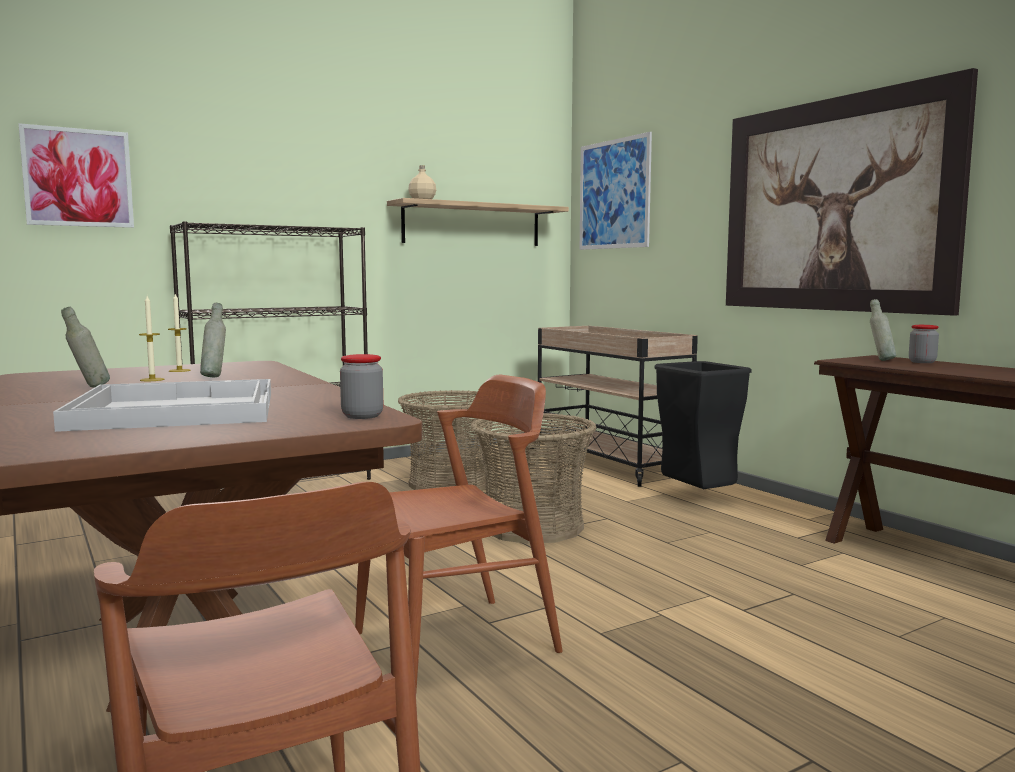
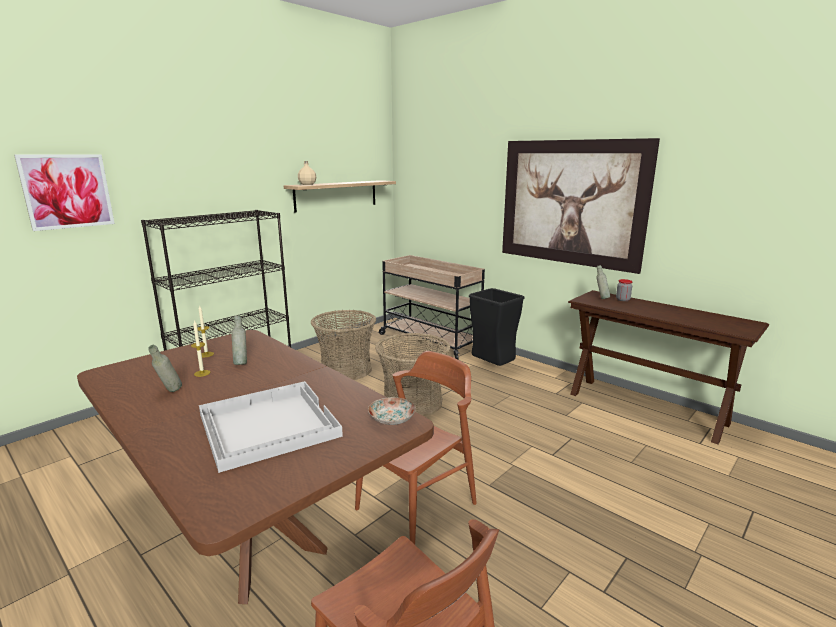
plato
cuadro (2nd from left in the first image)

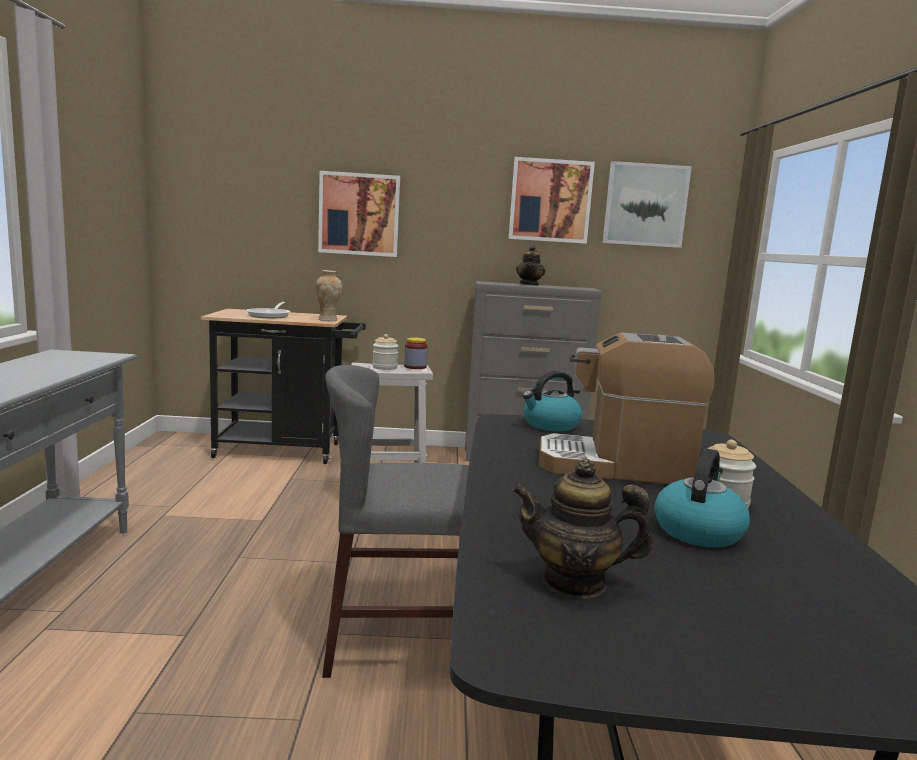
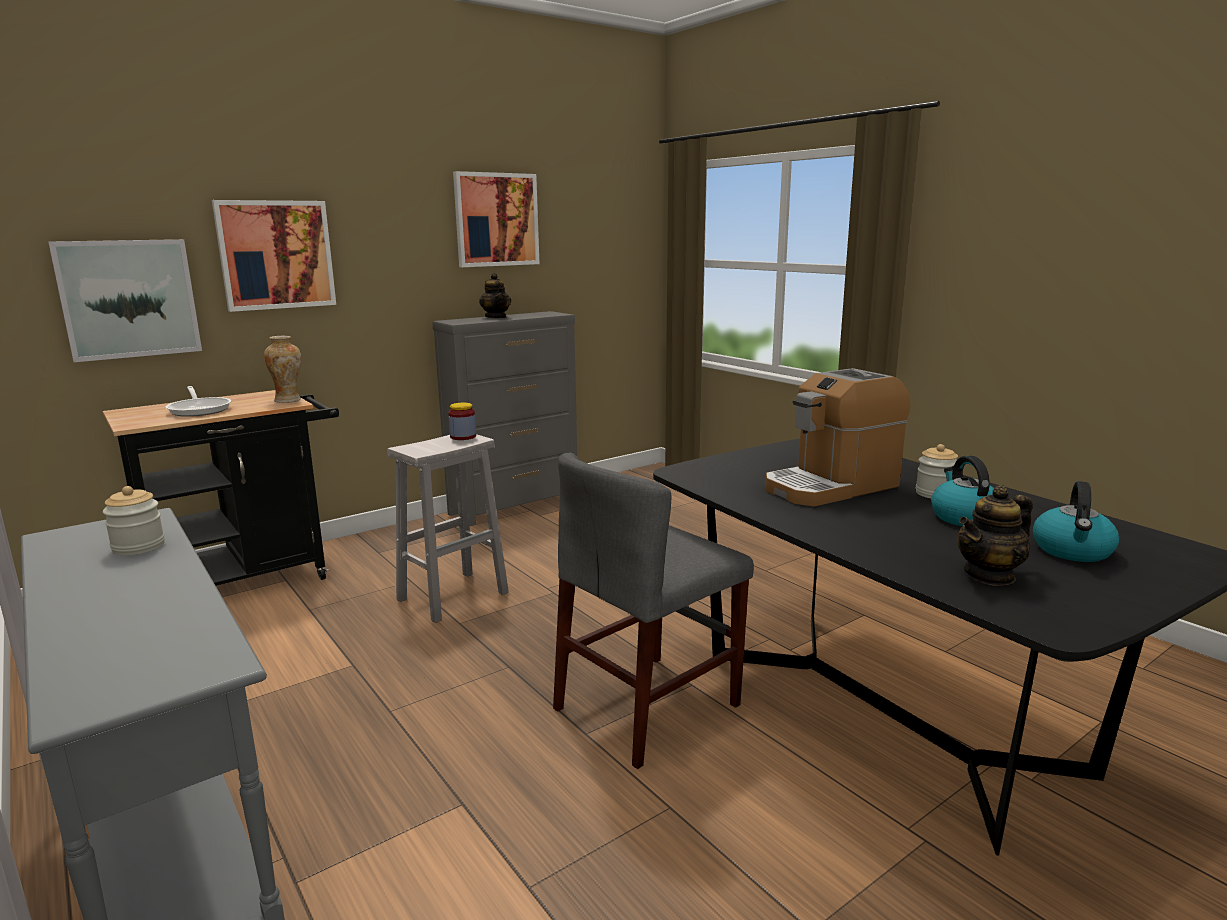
cuadro (1st from left)
tarro (1st from left)
hervidor (2nd from left)

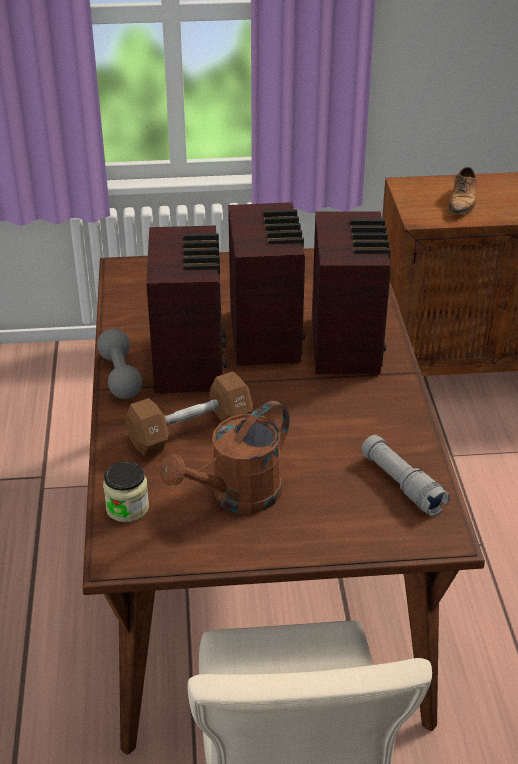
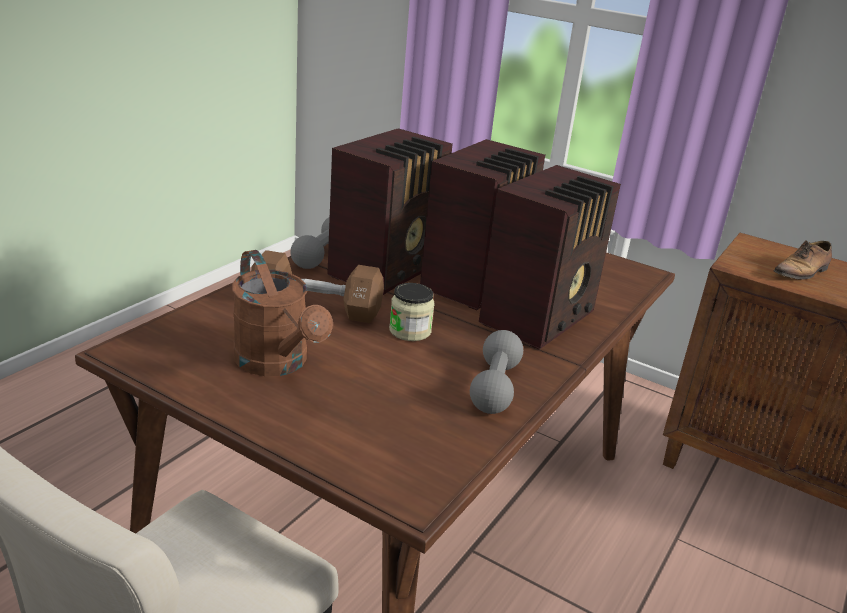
regadera [marrón]
tarro
mancuerna [gris] (2nd from left)
linterna [gris]

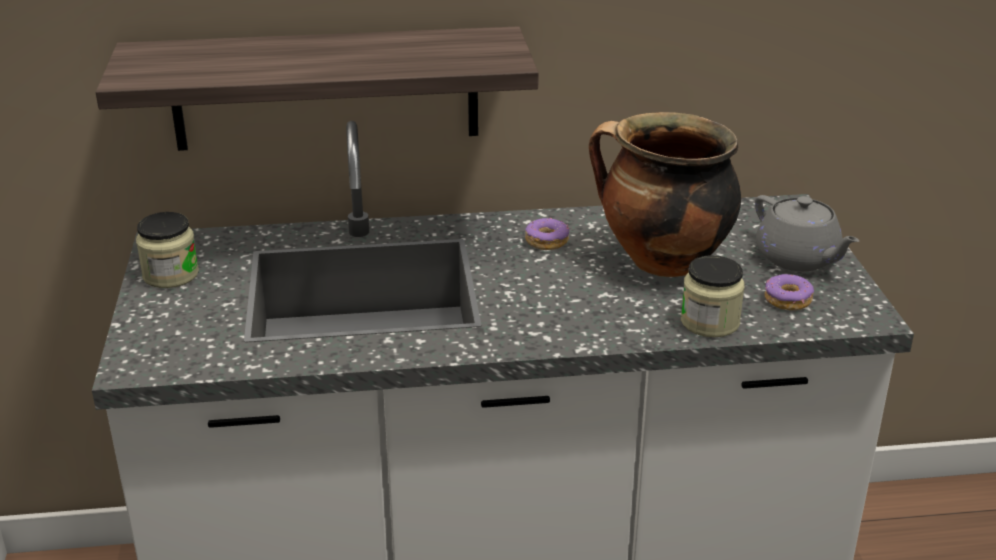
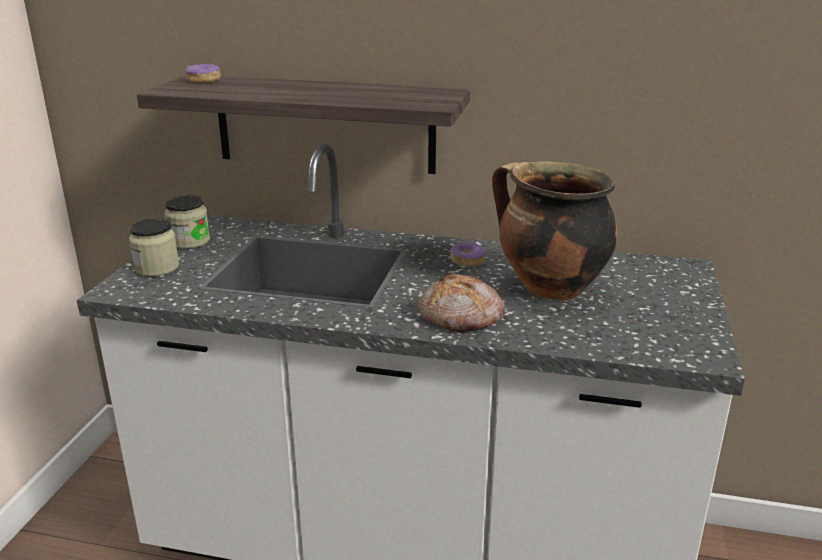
tarro (1st from left)
rosquilla (1st from left)
pan
tetera [gris]

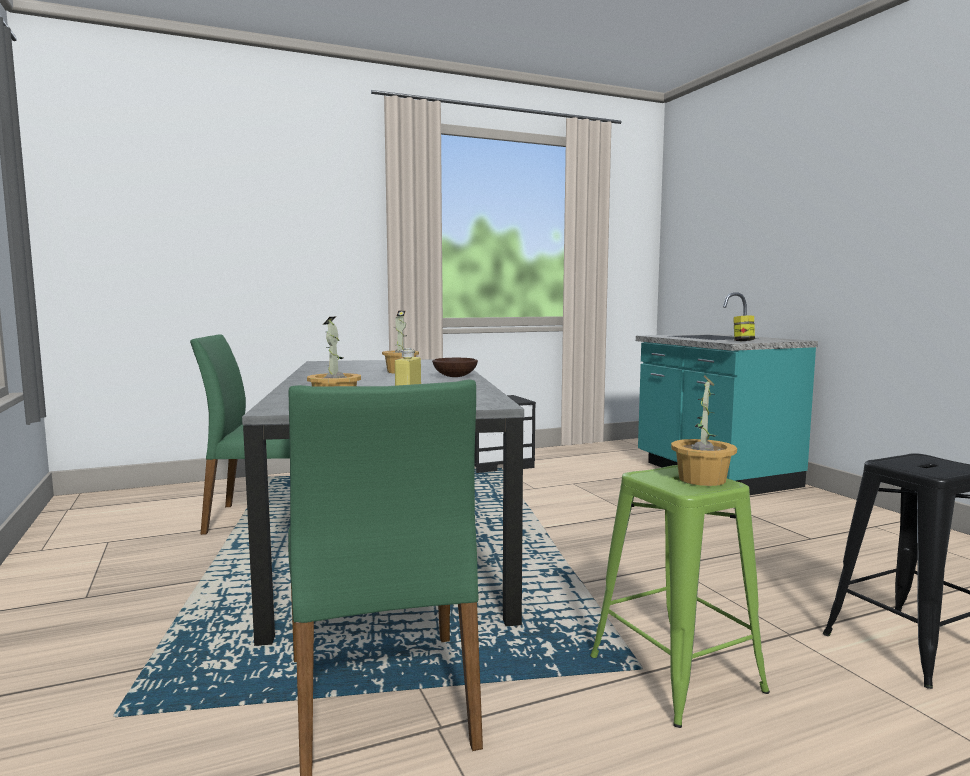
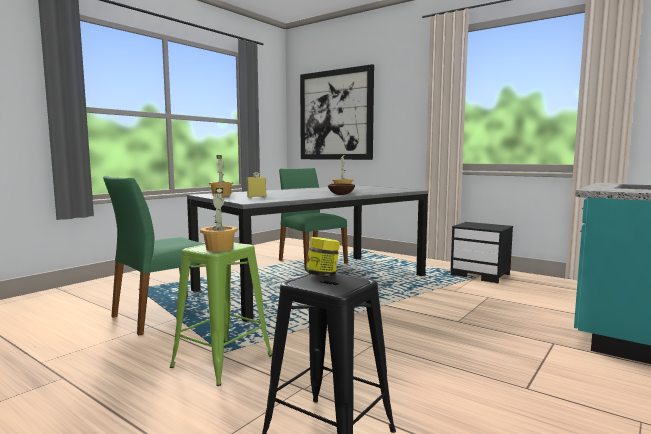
cuadro
tarro

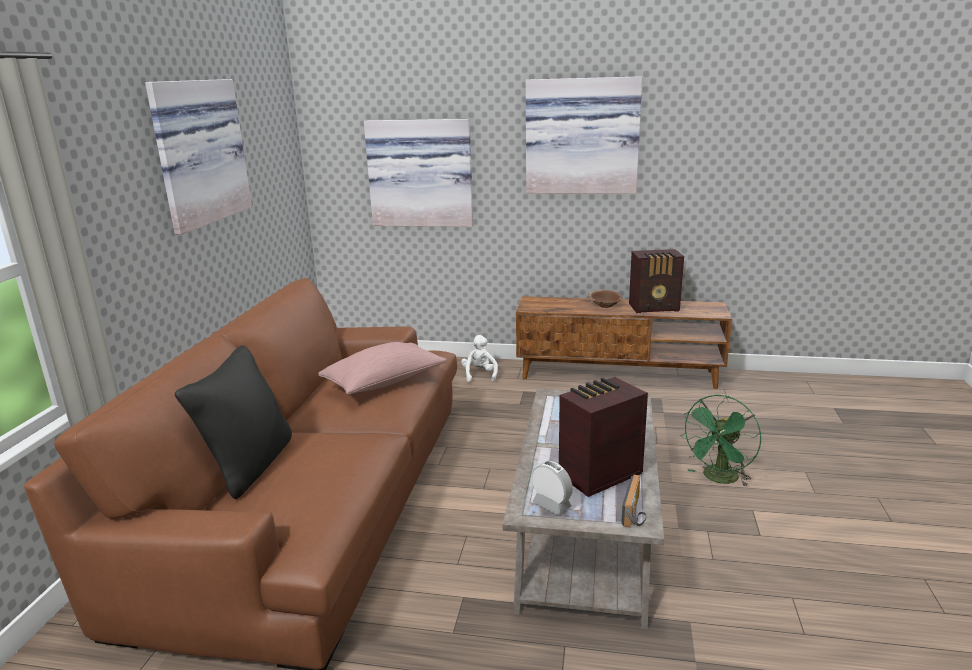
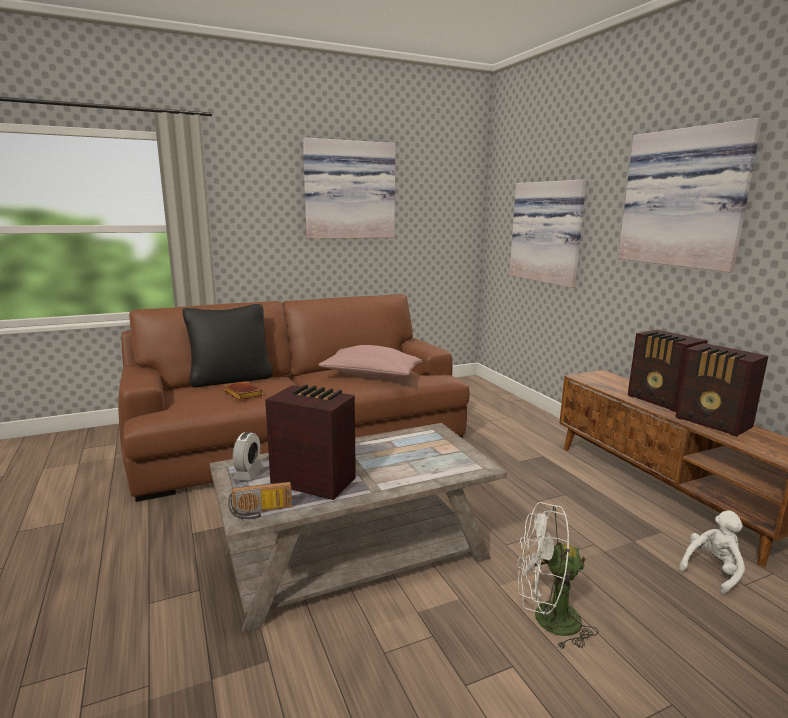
libro [marrón]
ventilador [blanco]
radio (3rd from left)
peluche [blanco]

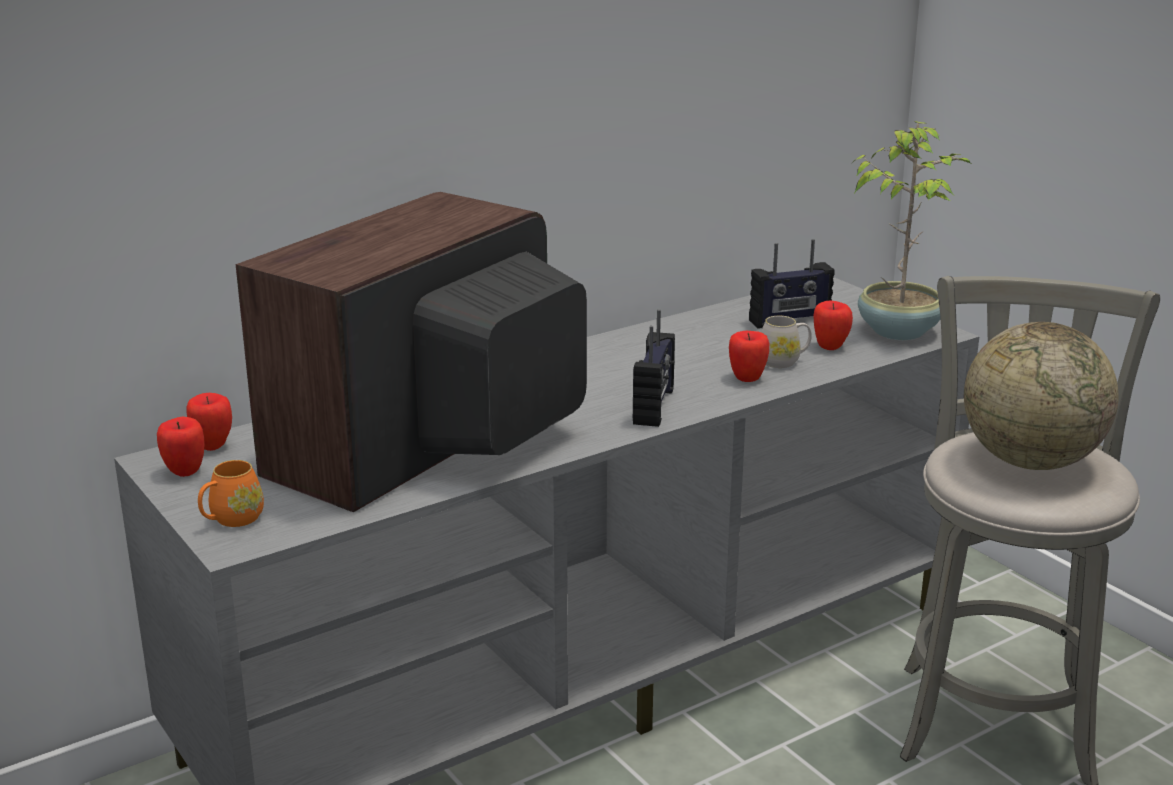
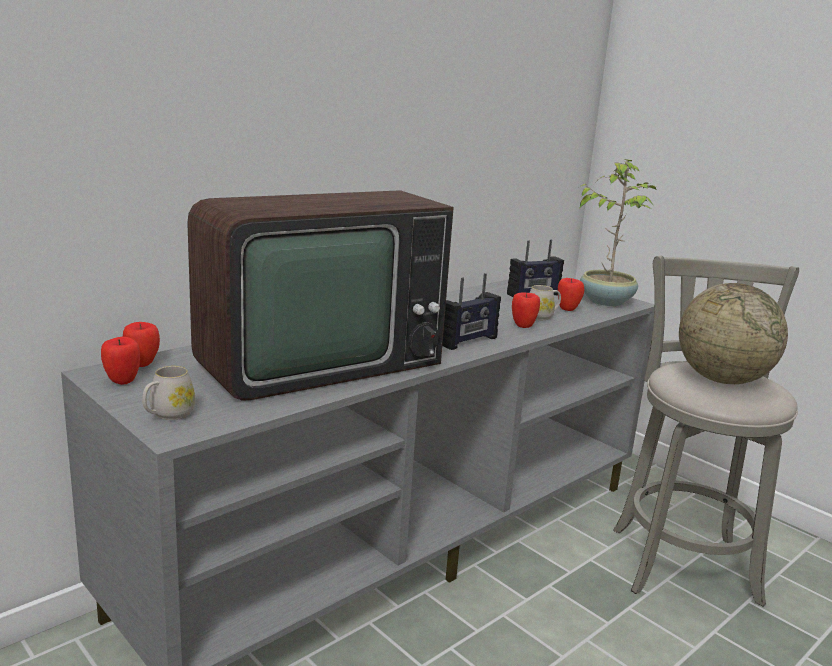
taza grande [blanco] (1st from left)
televisor
radio (1st from left)

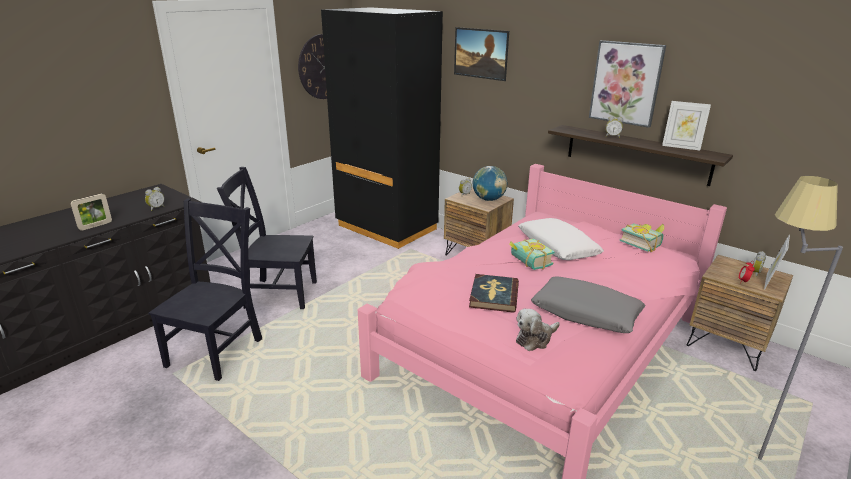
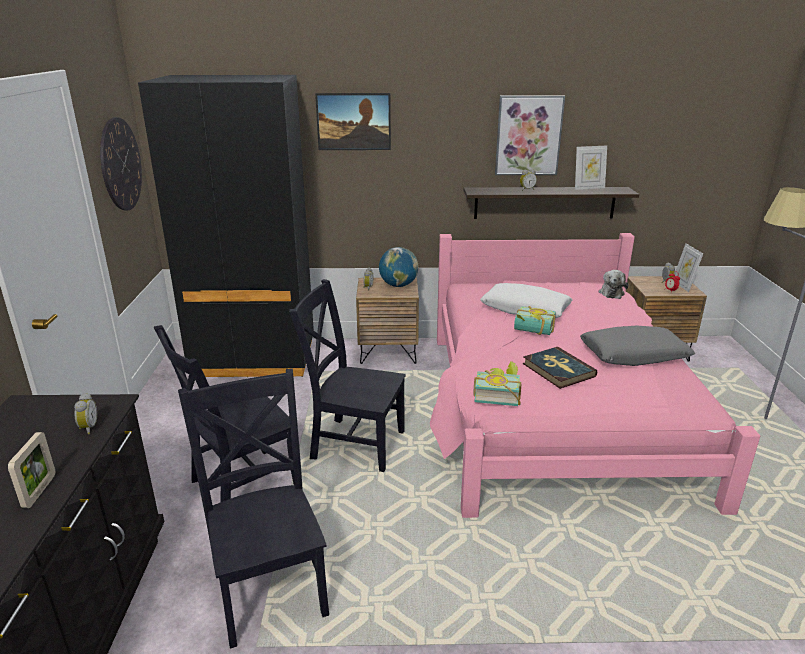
silla [negro] (3rd from left)
libro (1st from left)
peluche

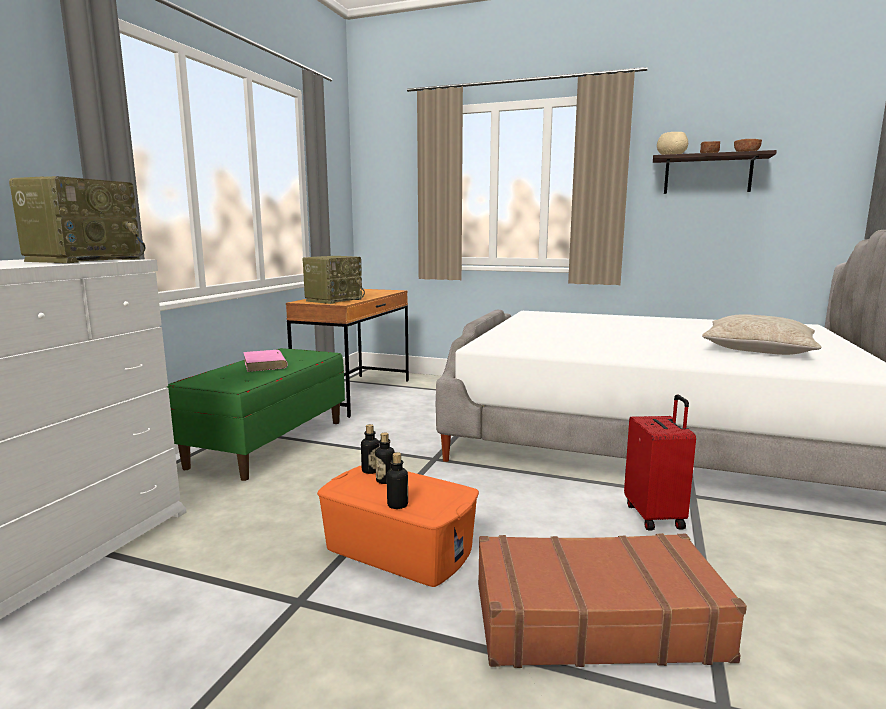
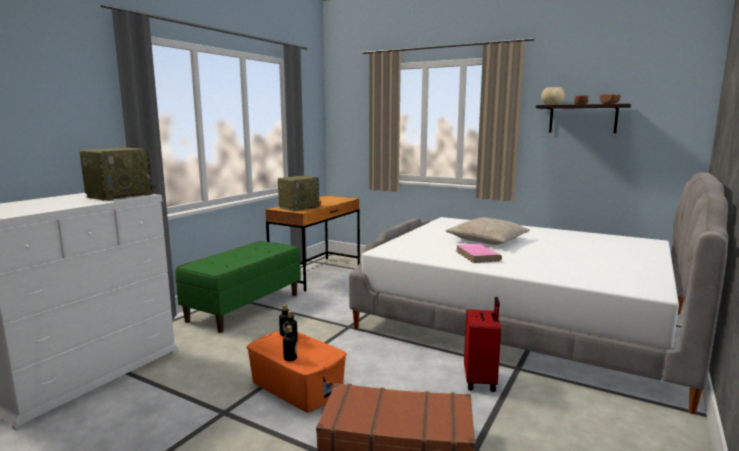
cojín [beis]
libro [rosa]

